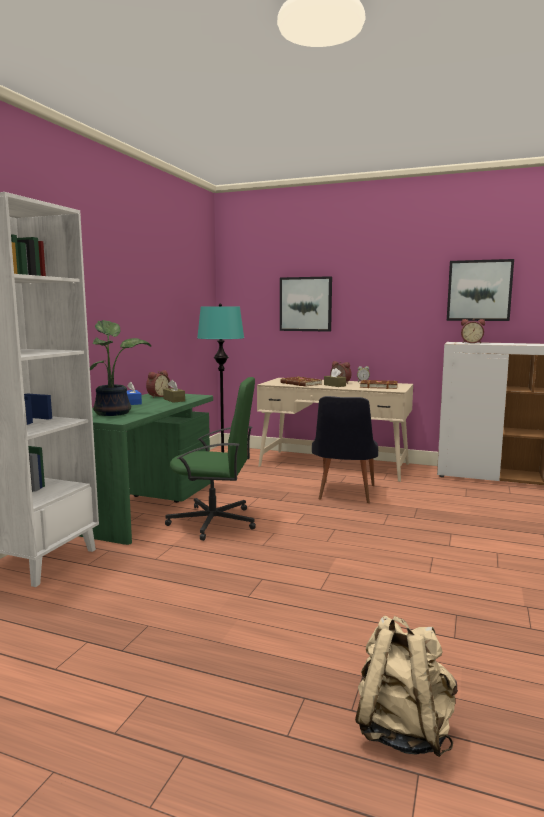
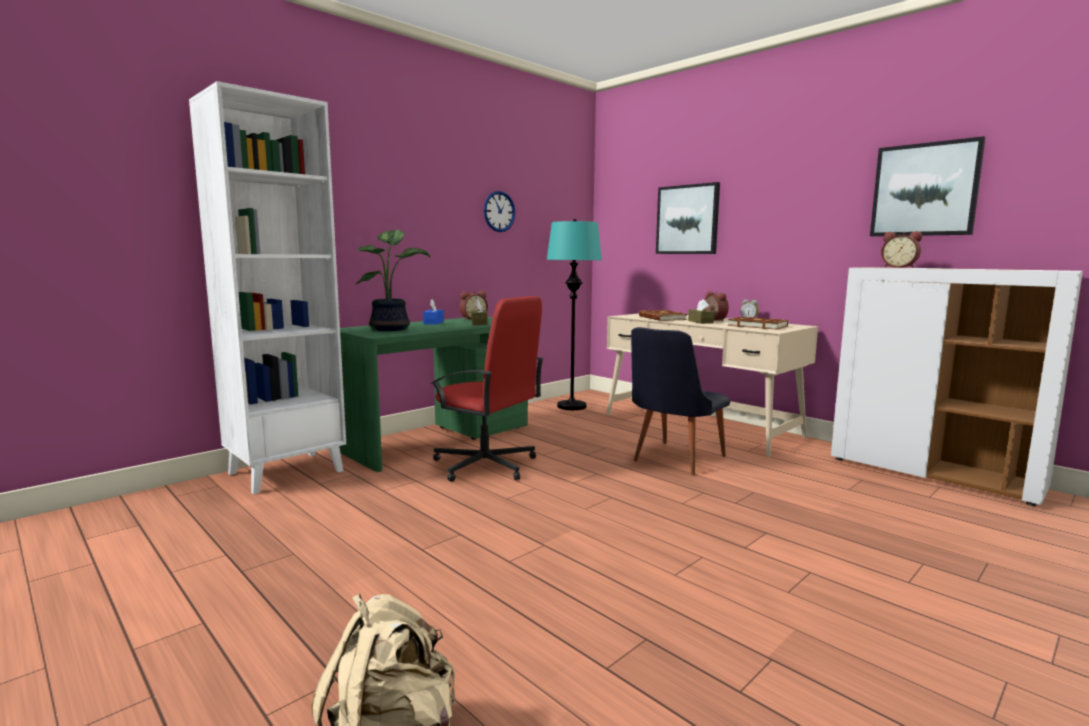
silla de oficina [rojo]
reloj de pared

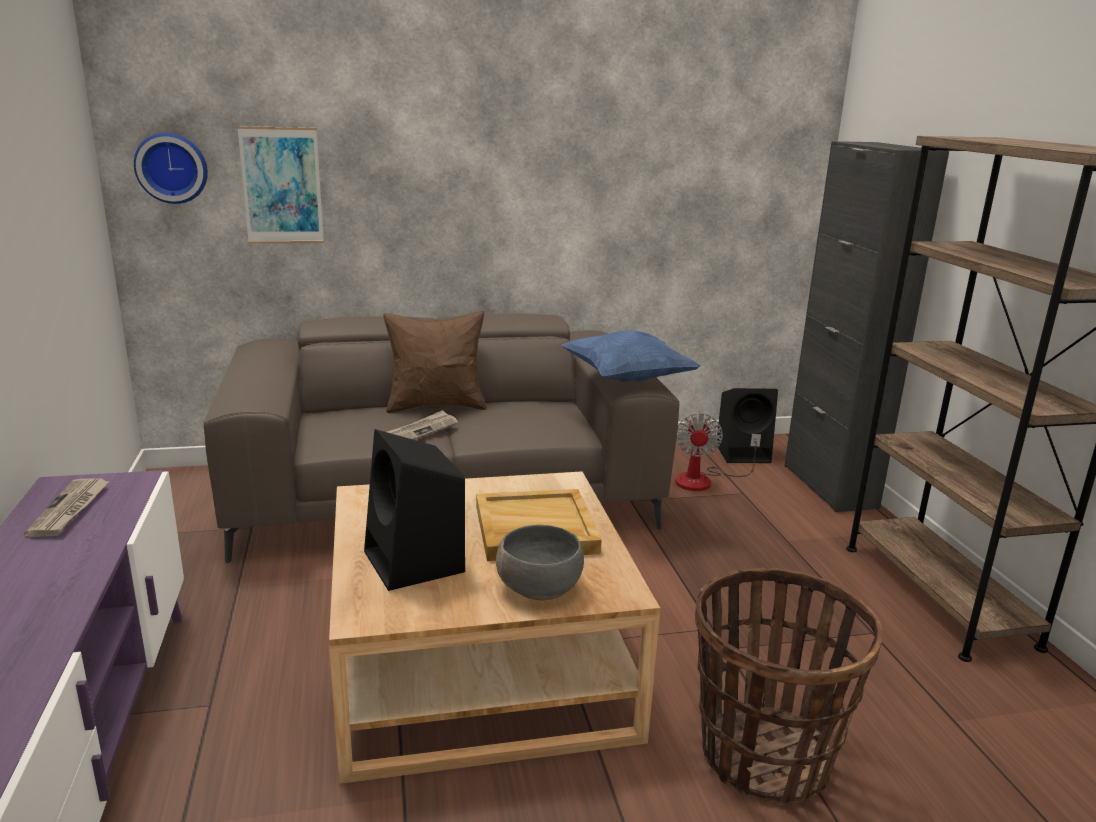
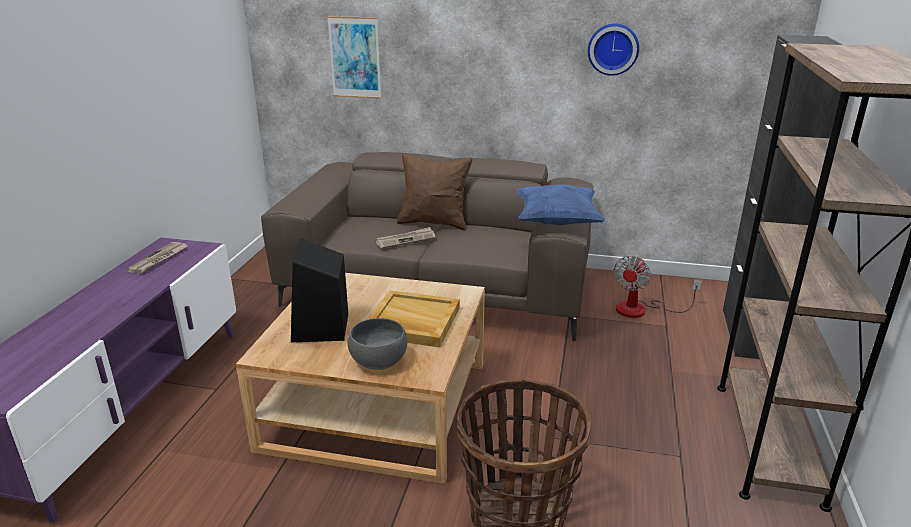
reloj de pared
altavoz [negro] (2nd from left in the first image)

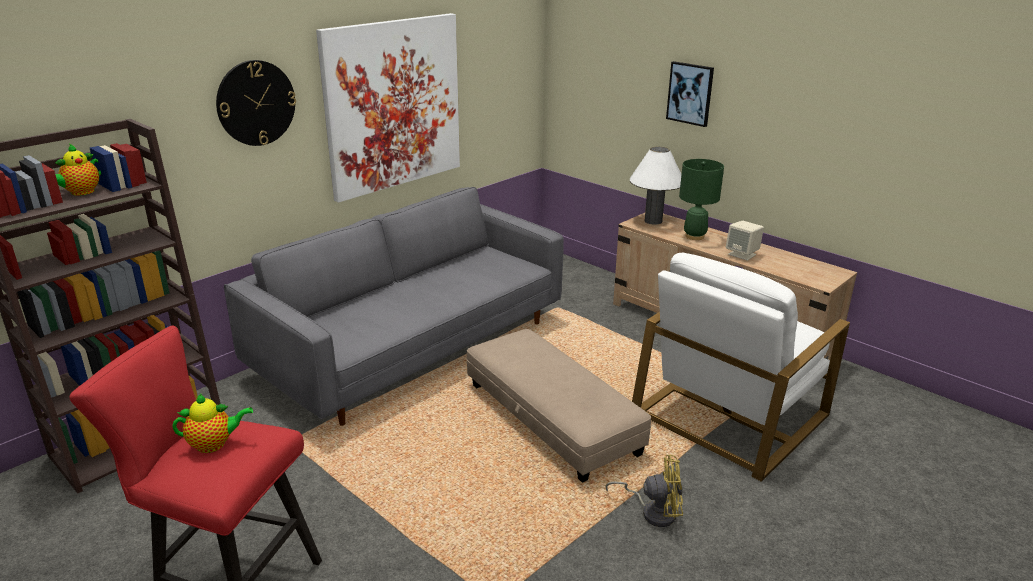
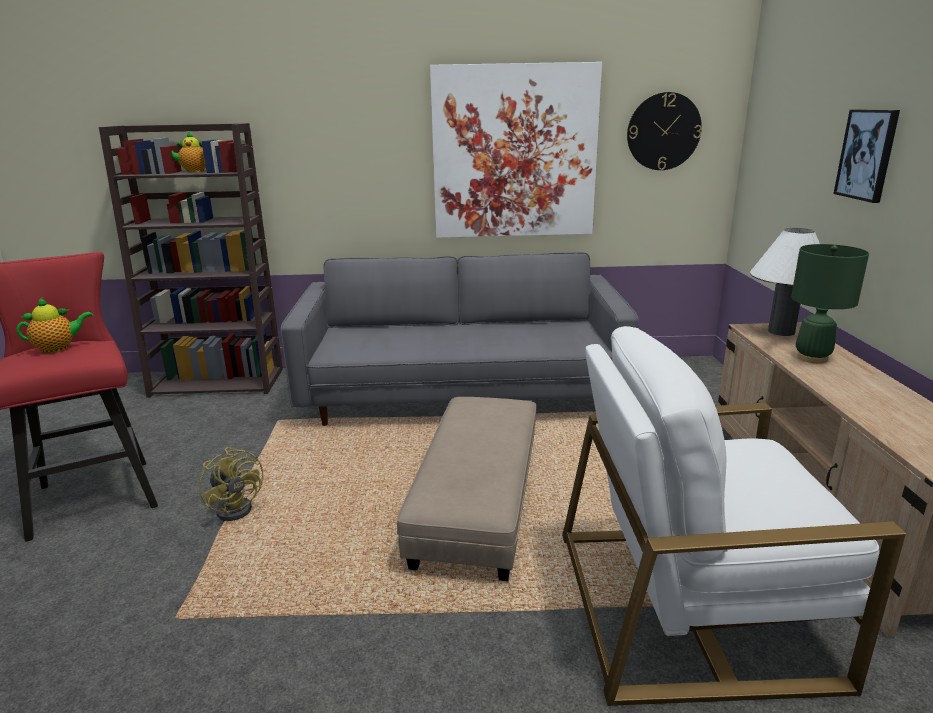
tetera (1st from left)
ventilador [amarillo]
reloj de pared
altavoz [beis]

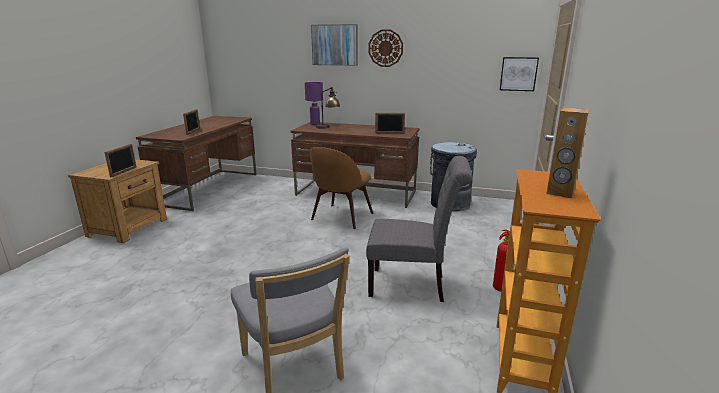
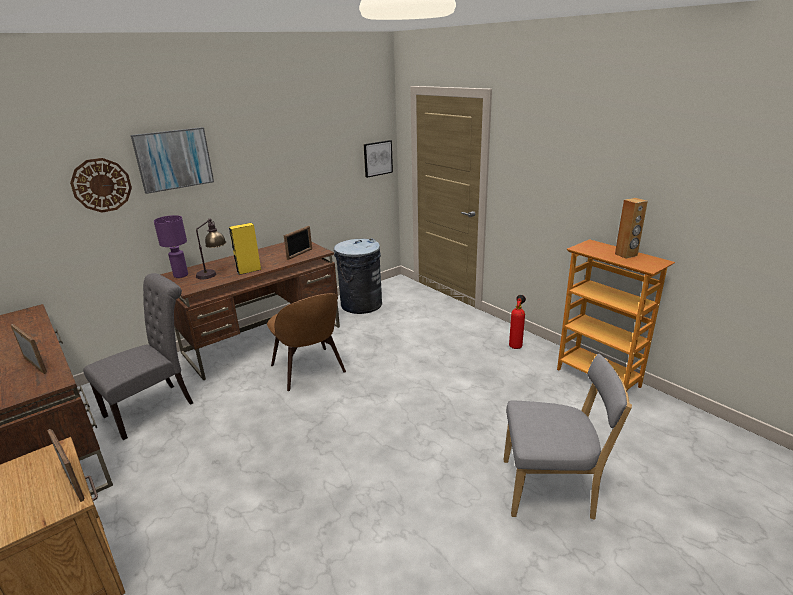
reloj de pared
silla [gris] (1st from left)
altavoz [amarillo]

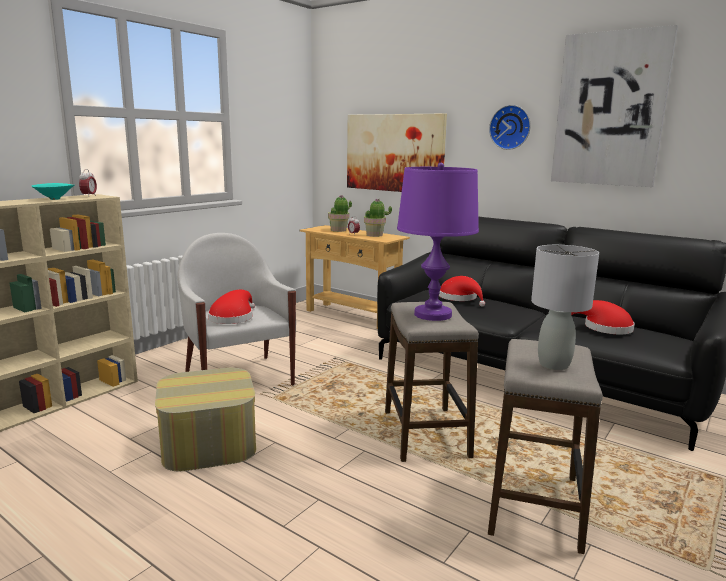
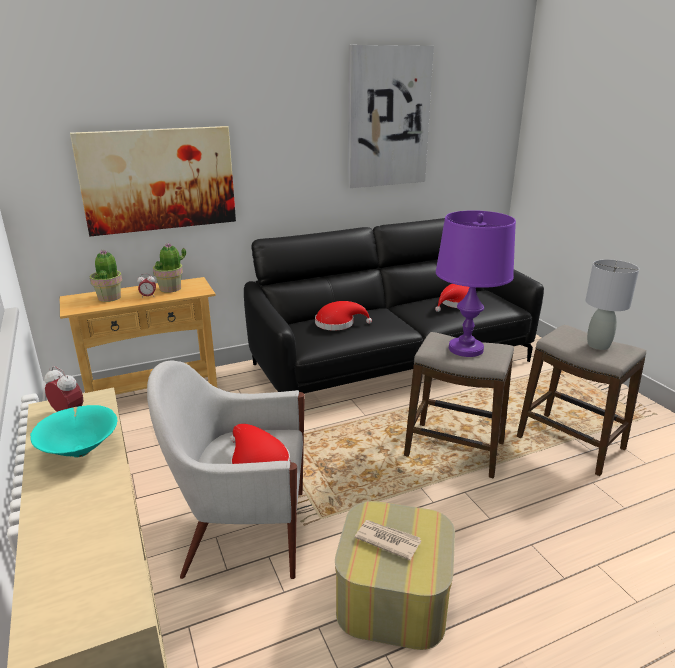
periódico
reloj de pared

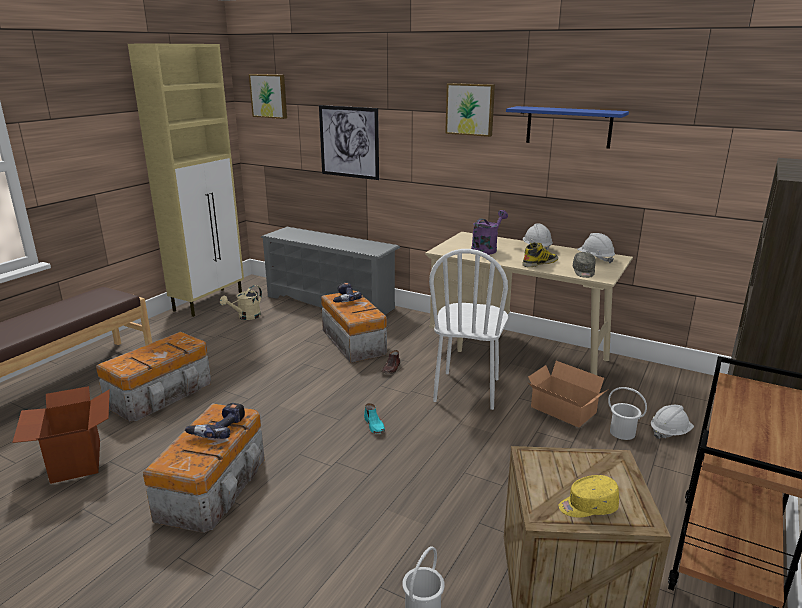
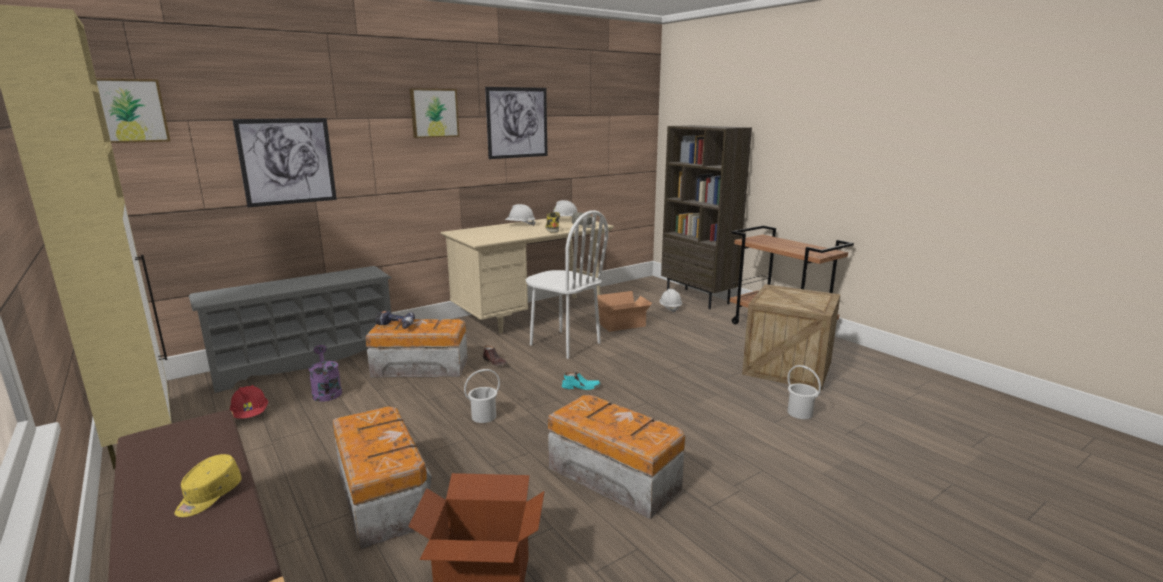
gorra [amarillo]
casco [rojo]
regadera [morado]
cubo [blanco] (1st from left)
cuadro (4th from left)
taladro (1st from left in the first image)

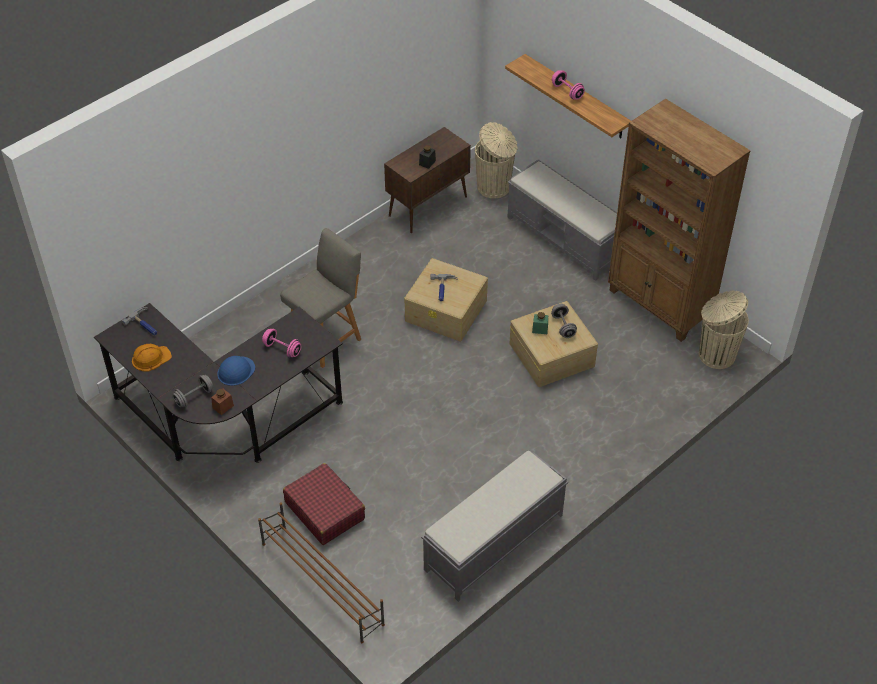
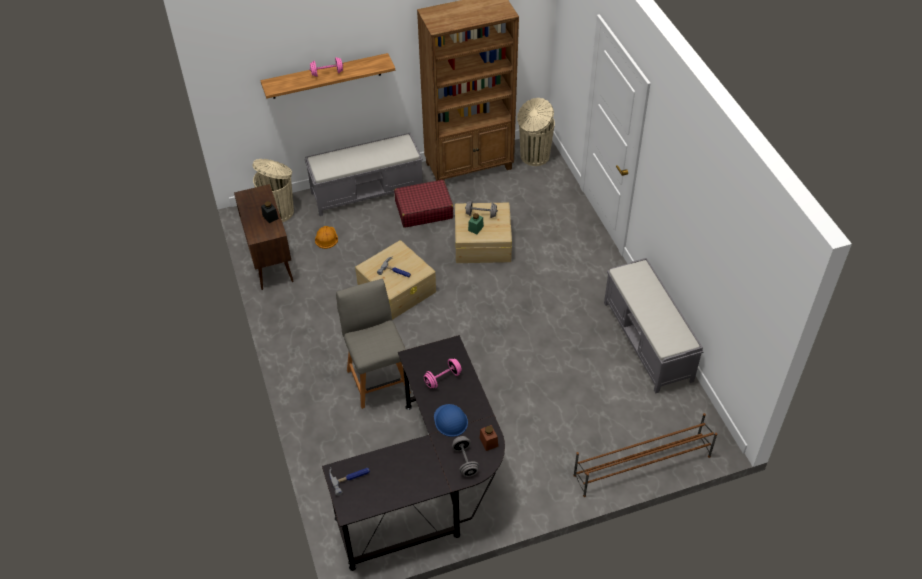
casco [naranja]
maleta [rojo]

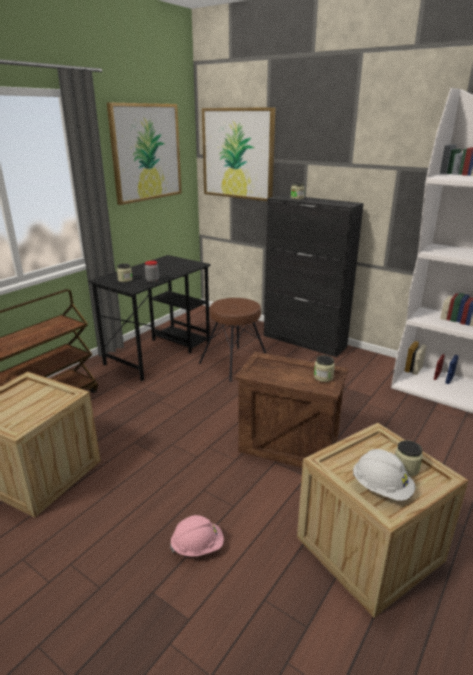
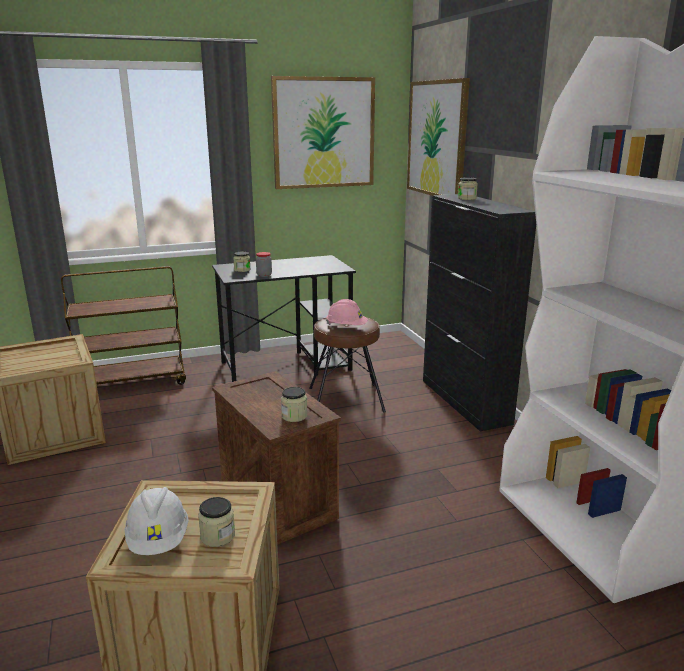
casco [rosa]

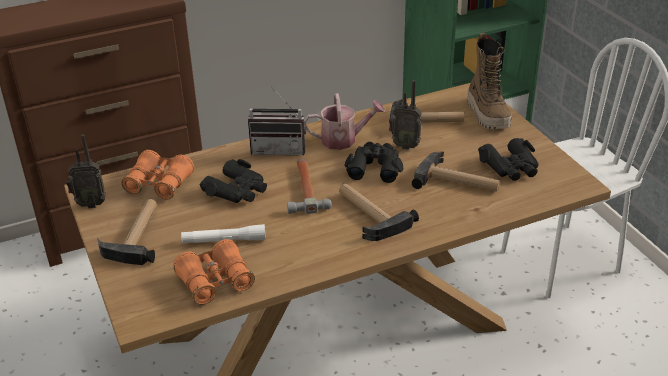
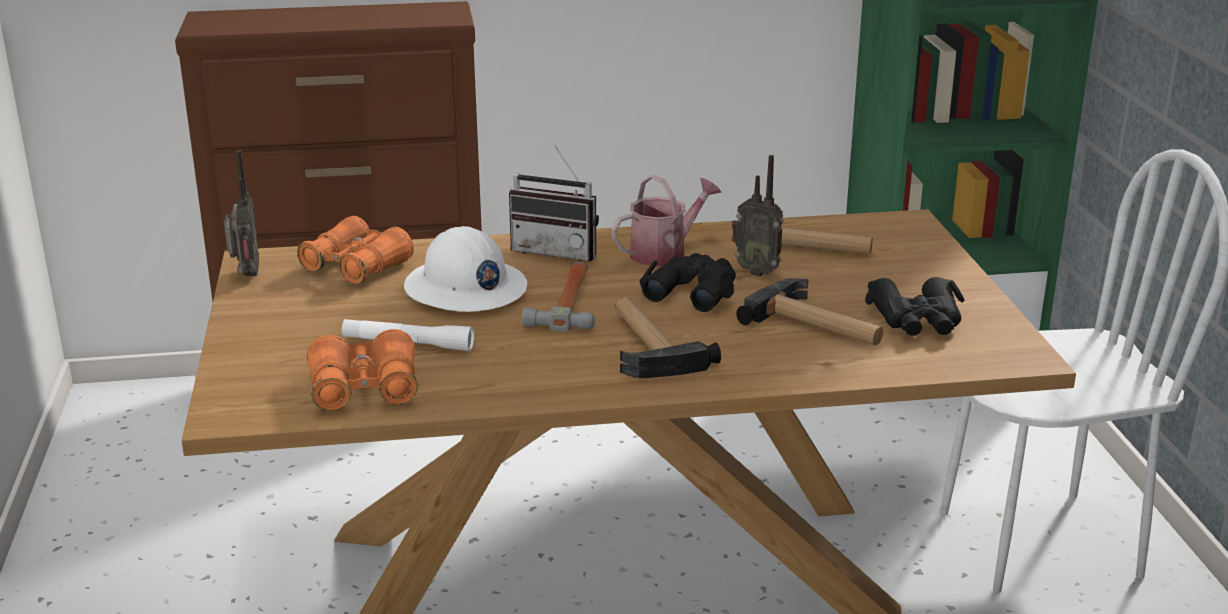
radio (1st from left)
casco [blanco]
regadera
martillo (1st from left in the first image)
bota

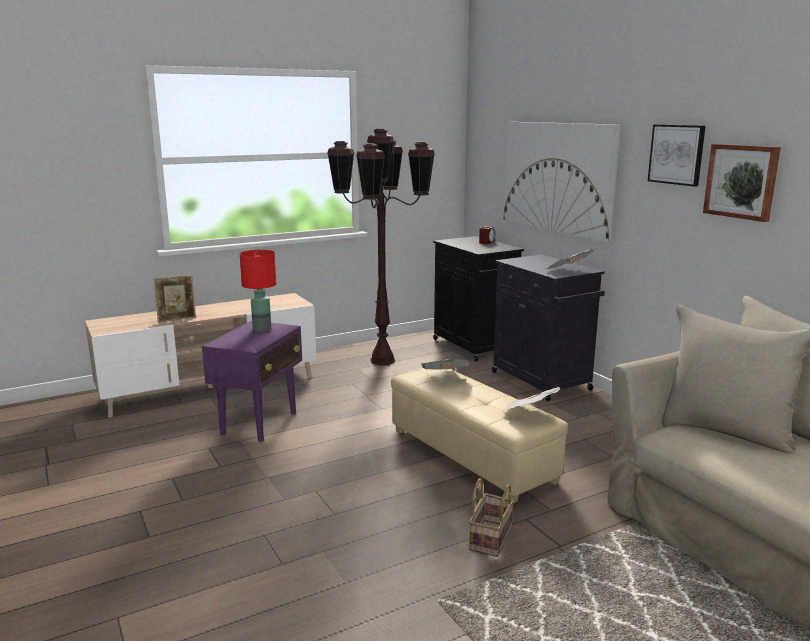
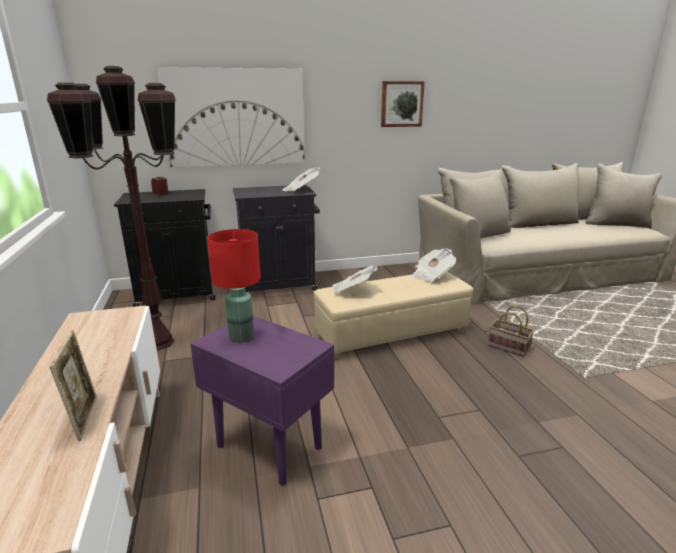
cuadro (2nd from left in the first image)

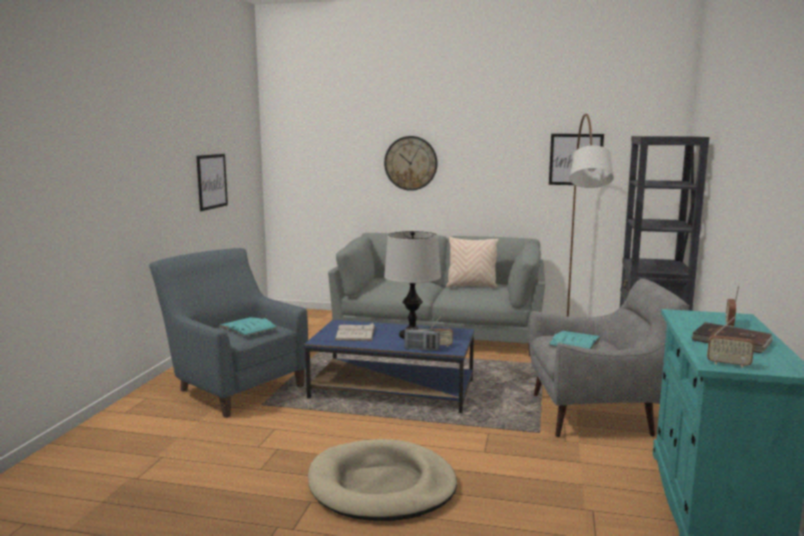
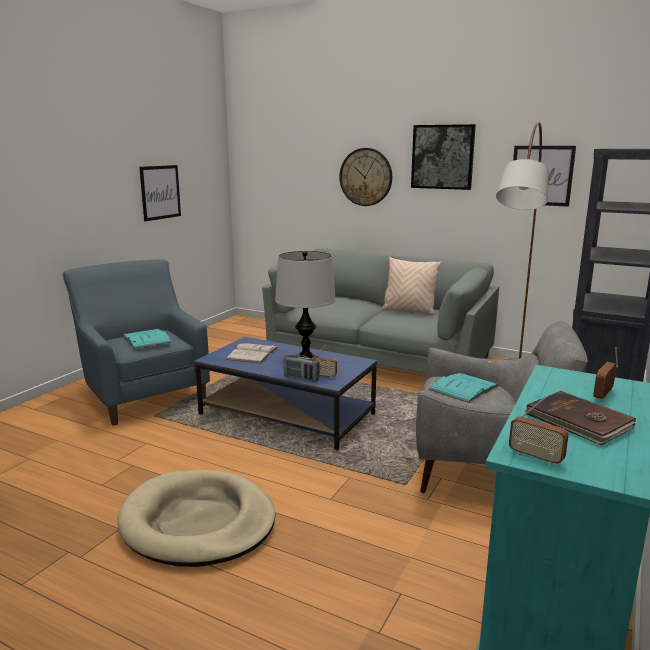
cuadro (2nd from left)

